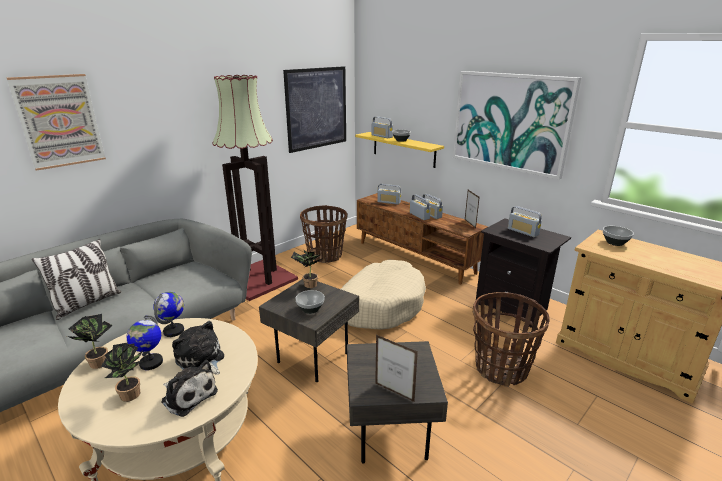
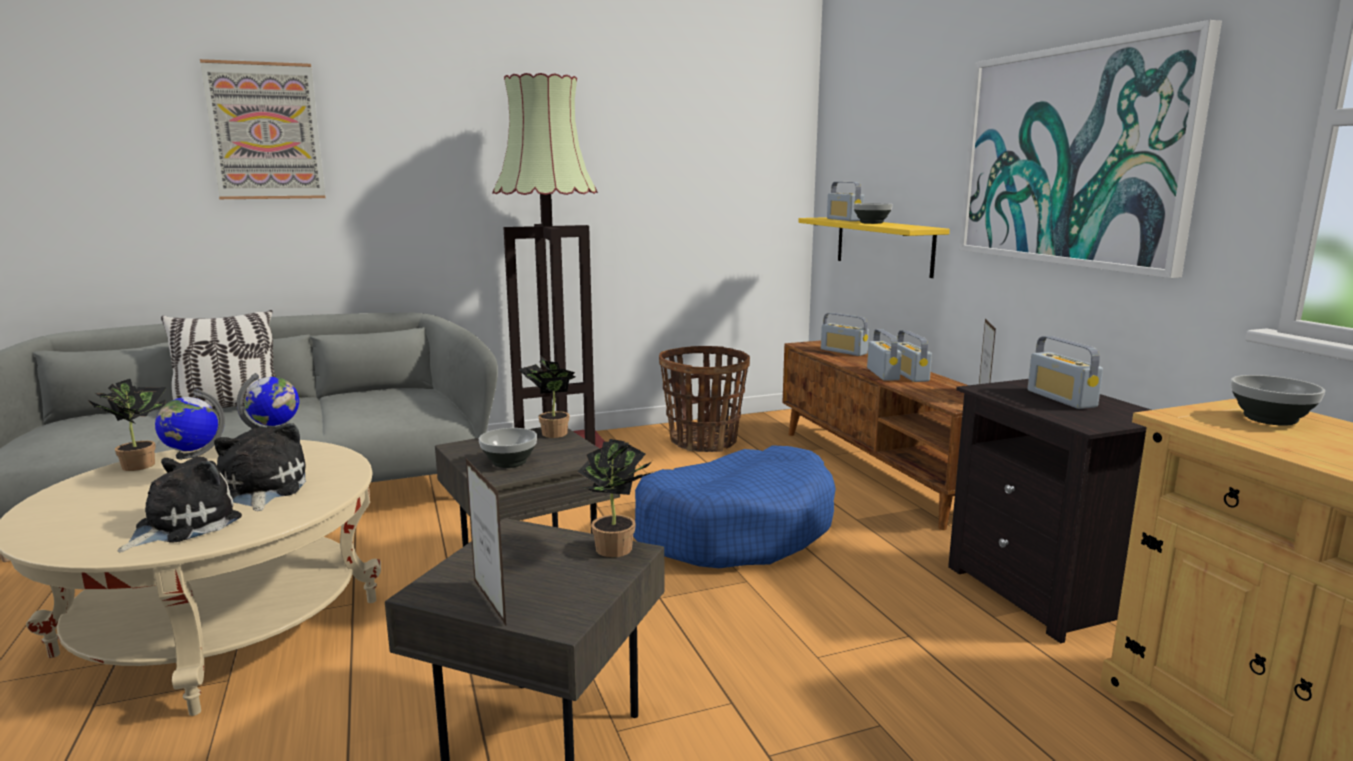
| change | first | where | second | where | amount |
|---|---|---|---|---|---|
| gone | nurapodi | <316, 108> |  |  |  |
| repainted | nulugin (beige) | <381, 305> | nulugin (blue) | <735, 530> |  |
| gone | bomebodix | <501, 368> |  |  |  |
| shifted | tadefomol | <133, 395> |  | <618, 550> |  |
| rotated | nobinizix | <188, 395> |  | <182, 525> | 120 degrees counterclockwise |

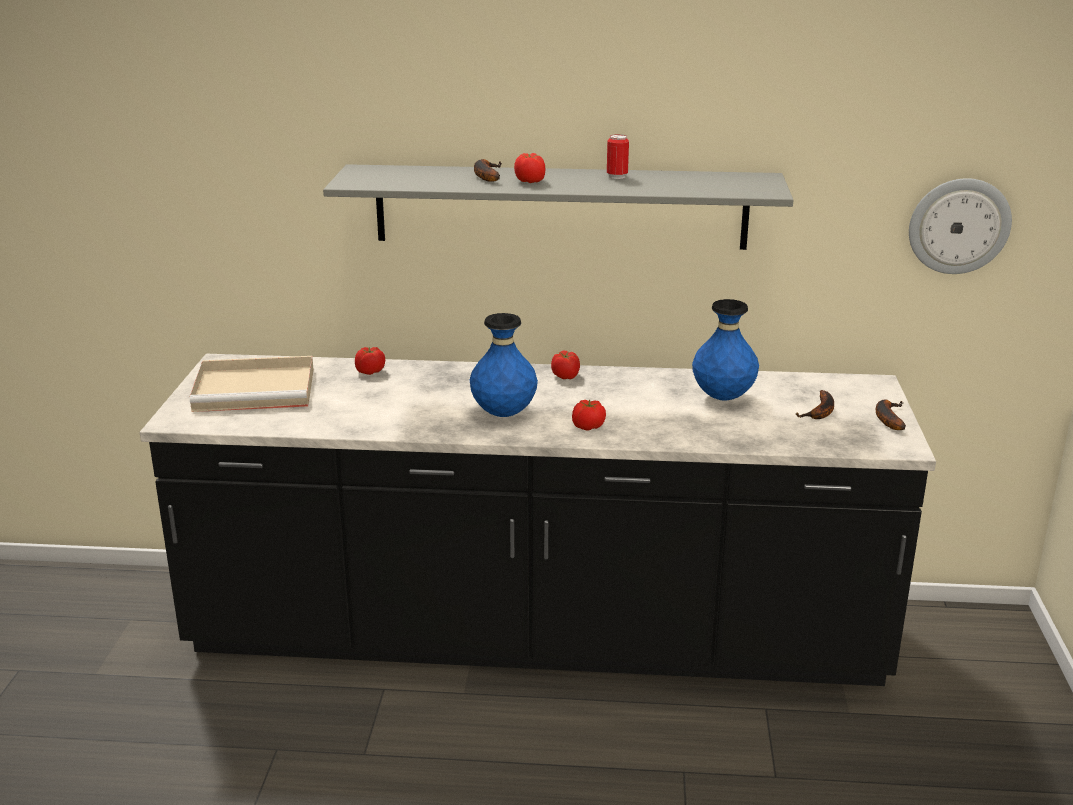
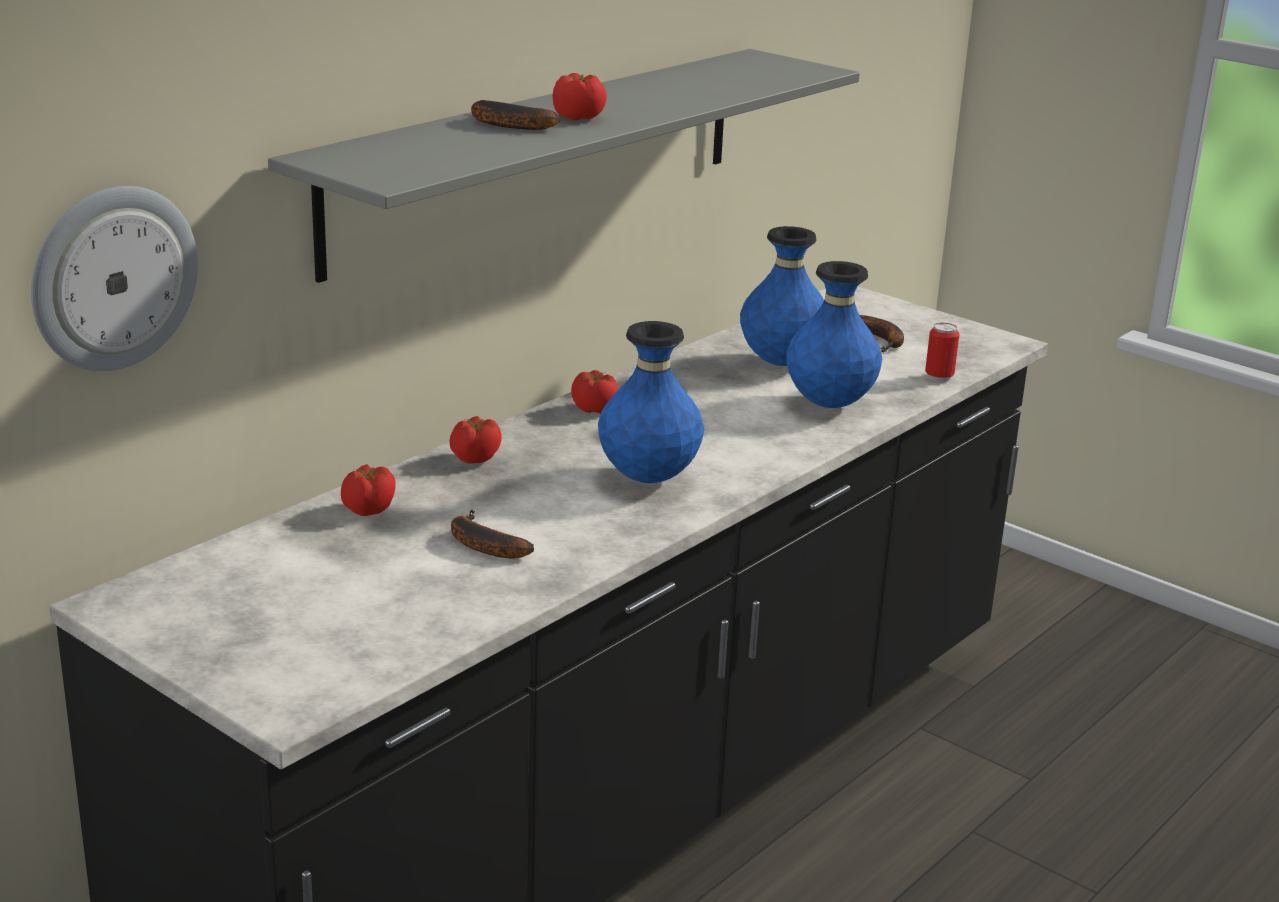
| change | first | where | second | where | amount |
|---|---|---|---|---|---|
| shifted | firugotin | <617, 176> |  | <939, 378> |  |
| shifted | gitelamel | <959, 226> |  | <113, 277> |  |
| gone | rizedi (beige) | <257, 389> |  |  |  |
| shifted | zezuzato | <588, 427> |  | <475, 458> |  |
| shifted | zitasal | <887, 418> |  | <481, 544> |  |
| new |  |  | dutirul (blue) | <829, 404> |  |

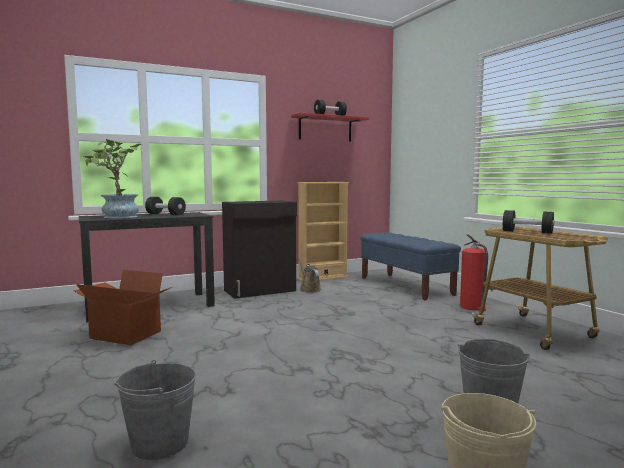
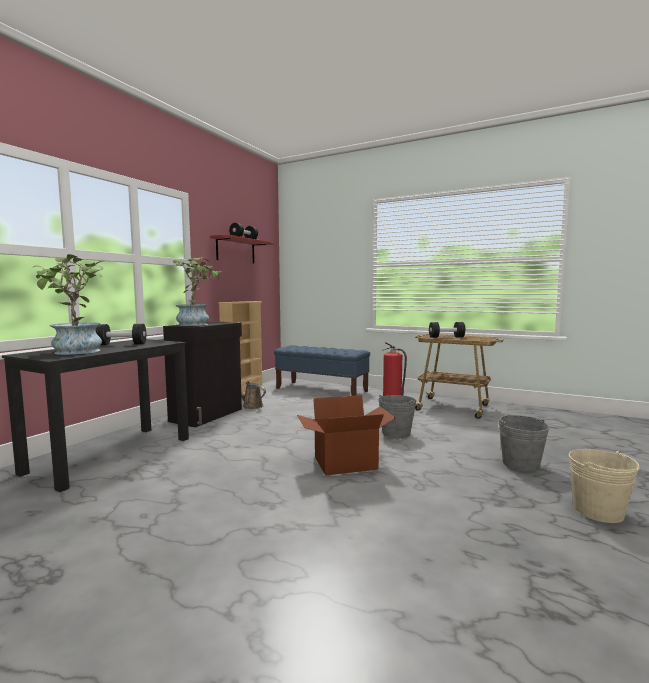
| change | first | where | second | where | amount |
|---|---|---|---|---|---|
| shifted | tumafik | <124, 335> |  | <345, 463> |  |
| shifted | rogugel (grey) | <159, 443> |  | <396, 433> |  |
| new |  |  | tadefomol | <197, 324> |  |

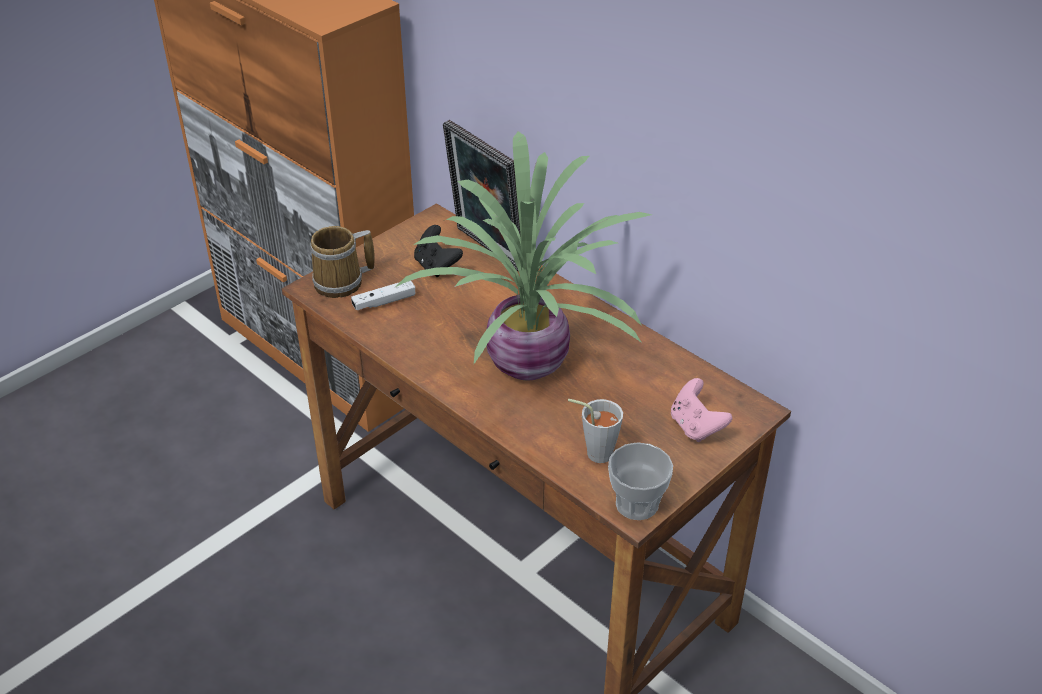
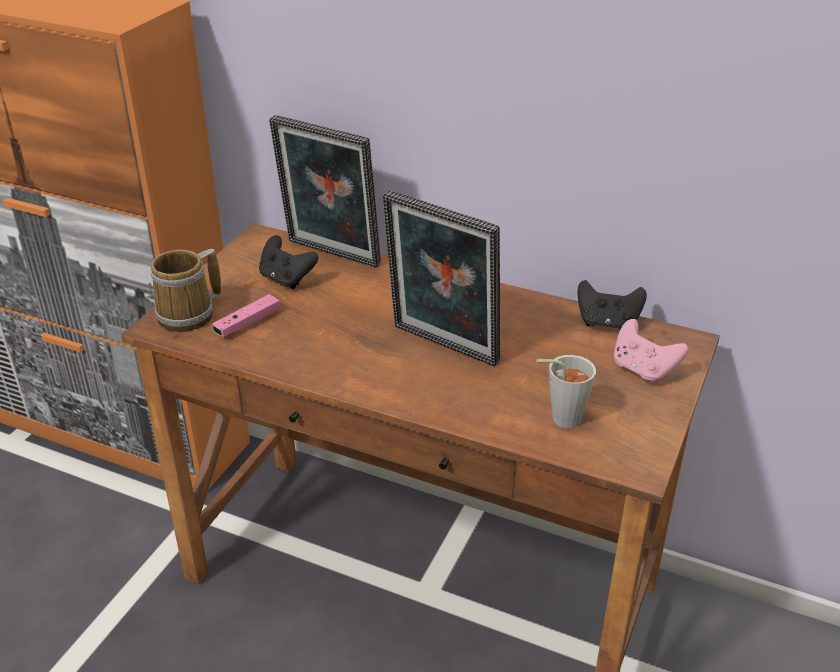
| change | first | where | second | where | amount |
|---|---|---|---|---|---|
| swapped | tadefomol | <532, 362> | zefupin | <441, 347> |  |
| repainted | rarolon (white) | <384, 302> | rarolon (pink) | <247, 323> |  |
| gone | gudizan | <637, 504> |  |  |  |
| new |  |  | rarolon (black) | <607, 323> |  |

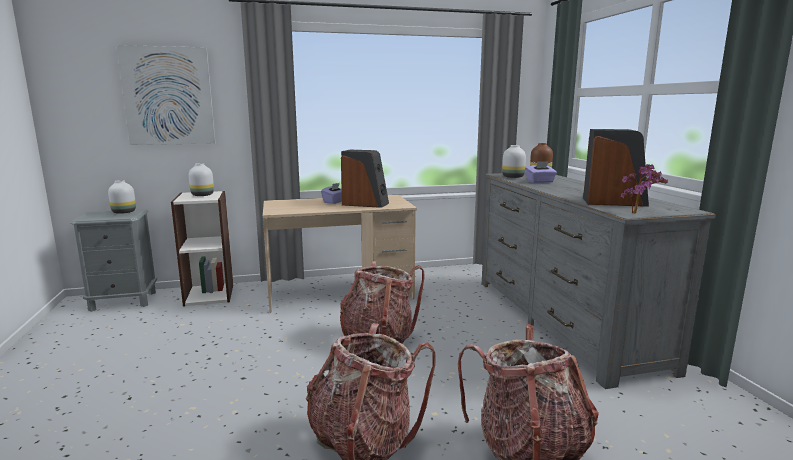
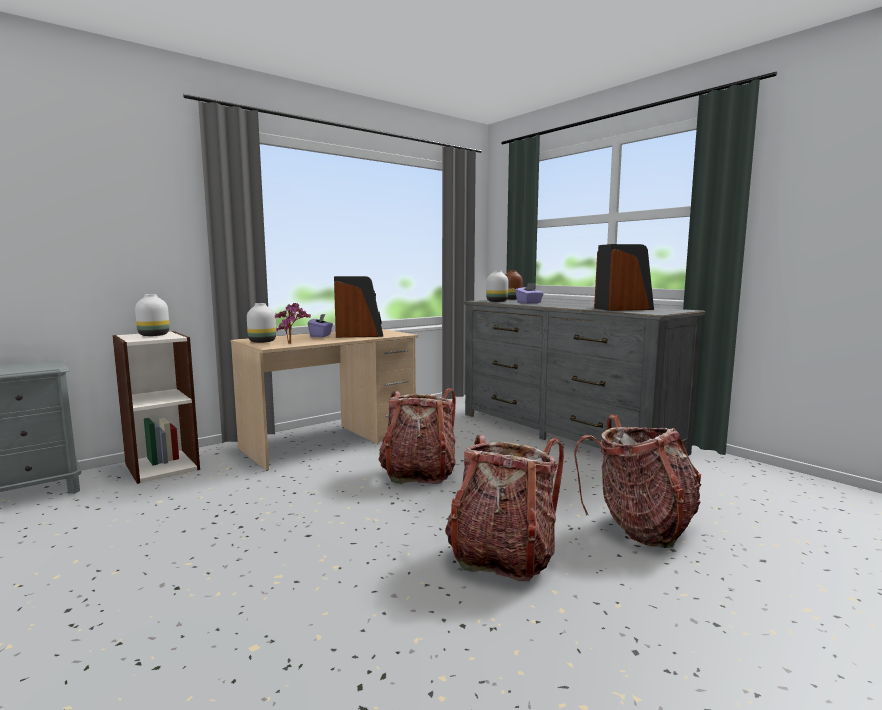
| change | first | where | second | where | amount |
|---|---|---|---|---|---|
| gone | nurapodi | <168, 96> |  |  |  |
| shifted | tadefomol | <638, 214> |  | <292, 344> |  |
| shifted | dutirul (white) | <124, 212> |  | <262, 341> |  |

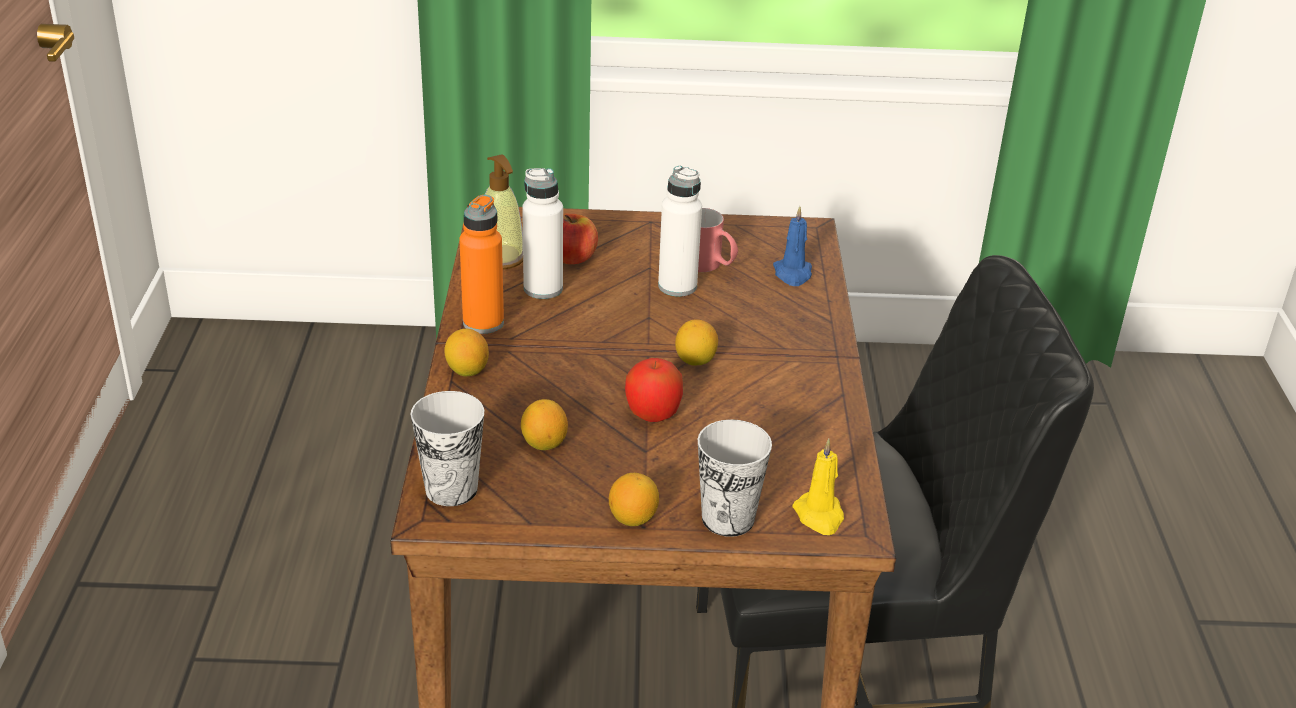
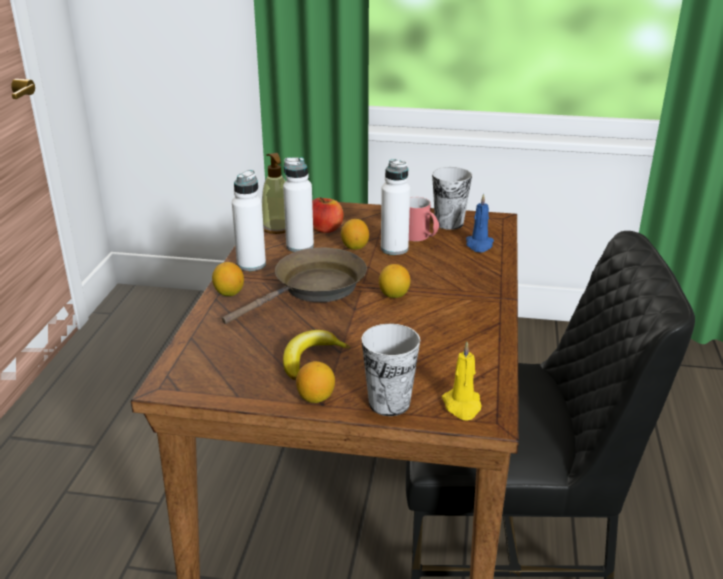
| change | first | where | second | where | amount |
|---|---|---|---|---|---|
| repainted | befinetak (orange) | <483, 323> | befinetak (white) | <251, 264> |  |
| gone | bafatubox | <653, 414> |  |  |  |
| shifted | gudizan | <451, 489> |  | <449, 223> |  |
| shifted | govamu | <544, 443> |  | <354, 247> |  |
| new |  |  | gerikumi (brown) | <314, 289> |  |
| new |  |  | zitasal | <310, 359> |  |

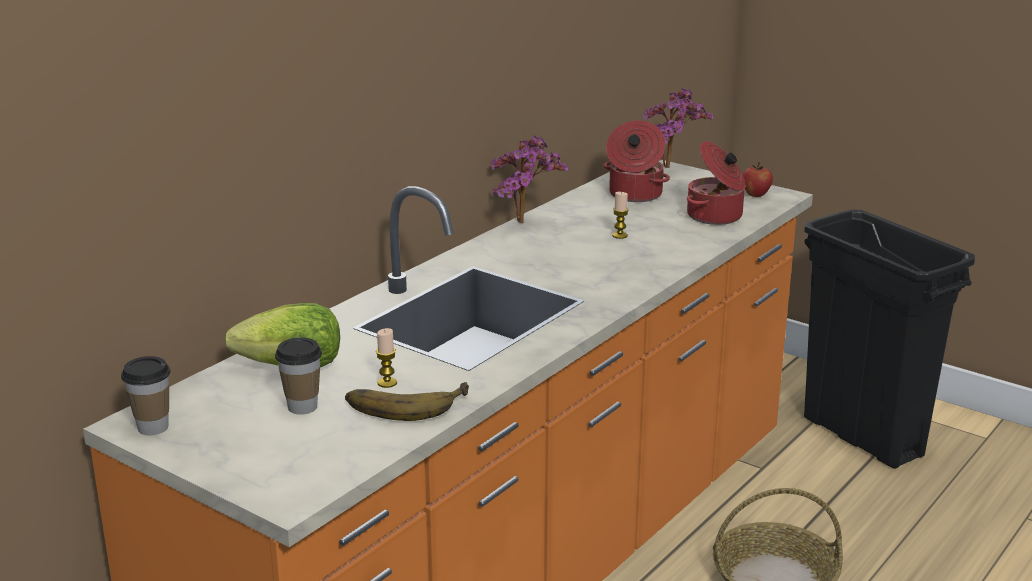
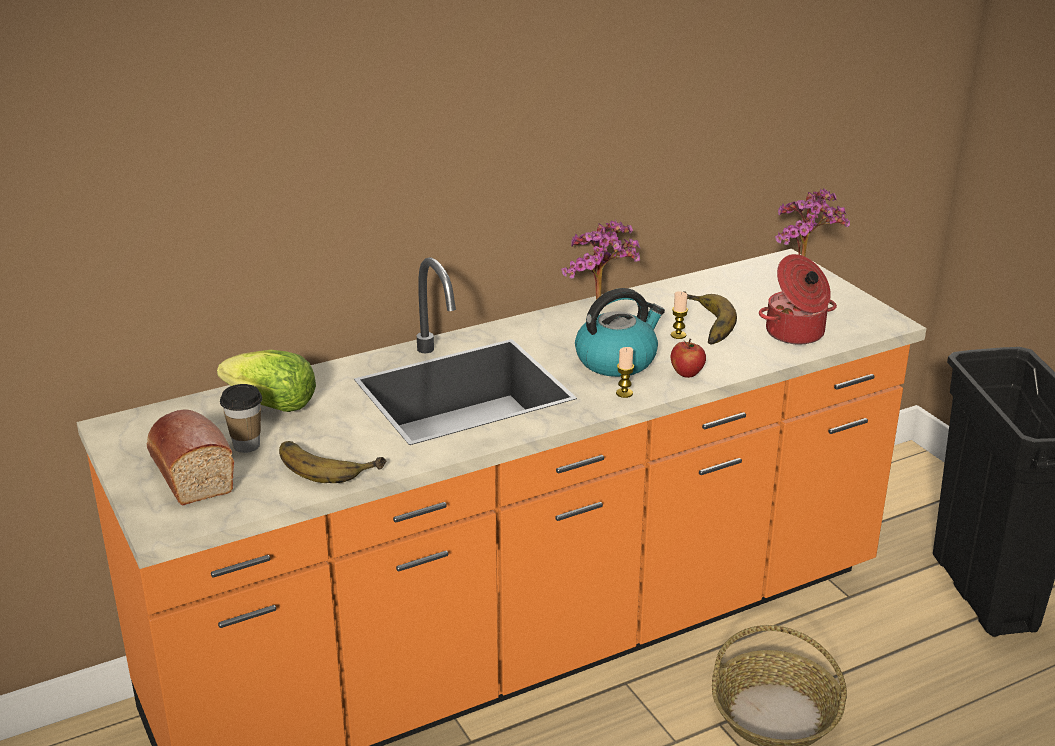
| change | first | where | second | where | amount |
|---|---|---|---|---|---|
| gone | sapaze | <634, 194> |  |  |  |
| shifted | bafatubox | <755, 194> |  | <687, 374> |  |
| shifted | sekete | <387, 383> |  | <624, 393> |  |
| gone | gudizan | <153, 427> |  |  |  |
| new |  |  | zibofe | <617, 360> |  |
| new |  |  | zitasal | <701, 324> |  |
| new |  |  | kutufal | <189, 471> |  |

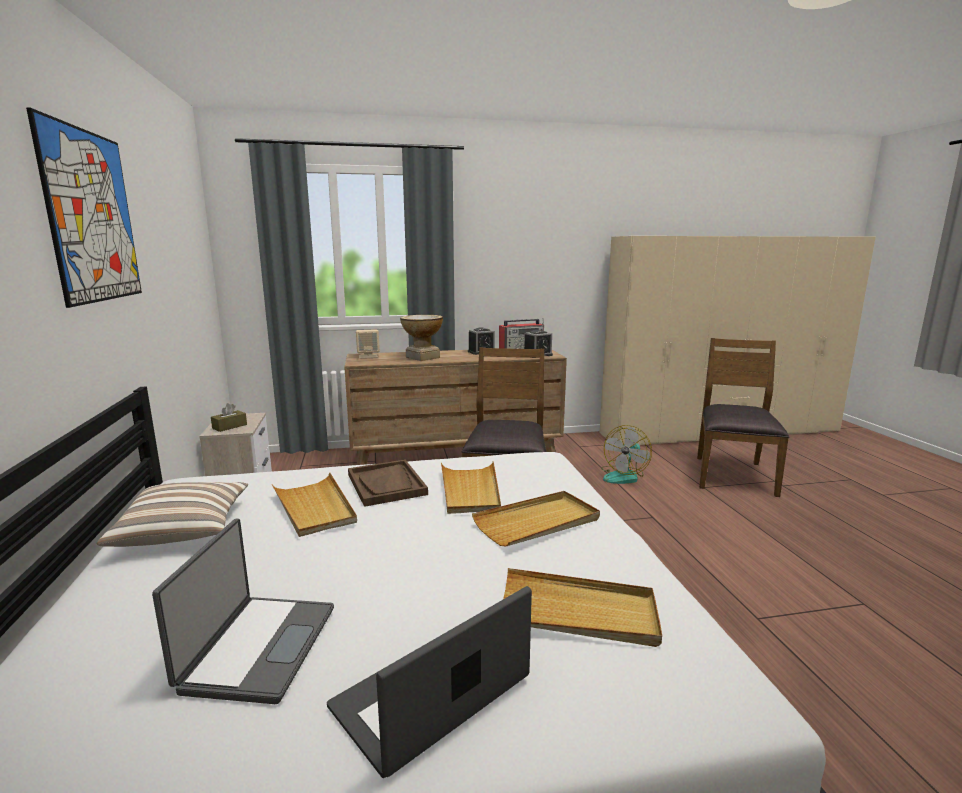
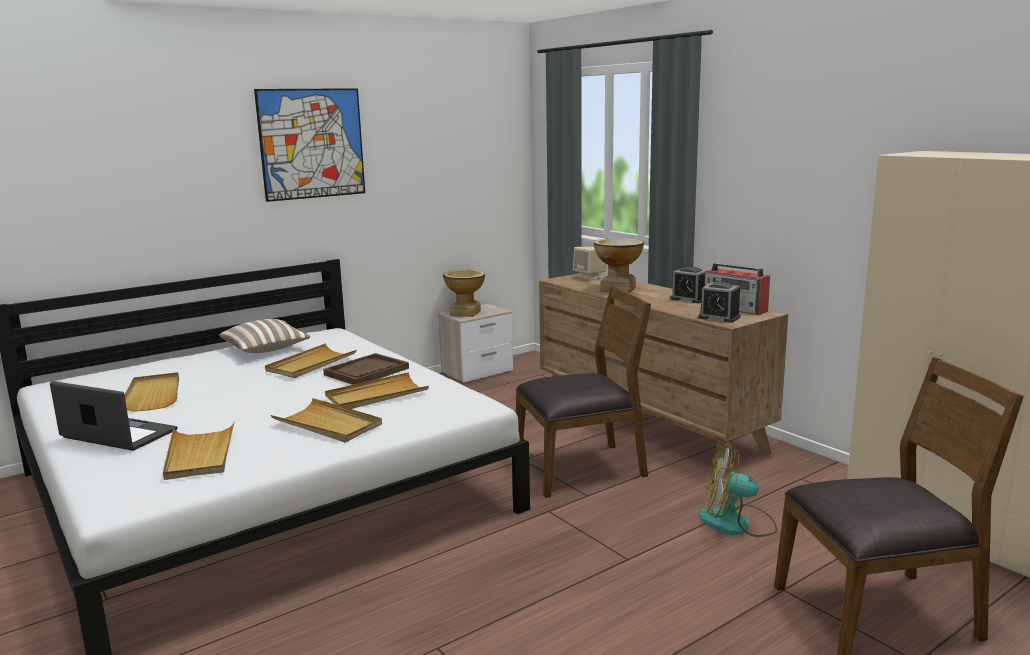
| change | first | where | second | where | amount |
|---|---|---|---|---|---|
| swapped | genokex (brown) | <229, 426> | dutirul | <465, 313> |  |
| swapped | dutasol | <258, 648> | rizedi (beige) | <153, 395> |  |

